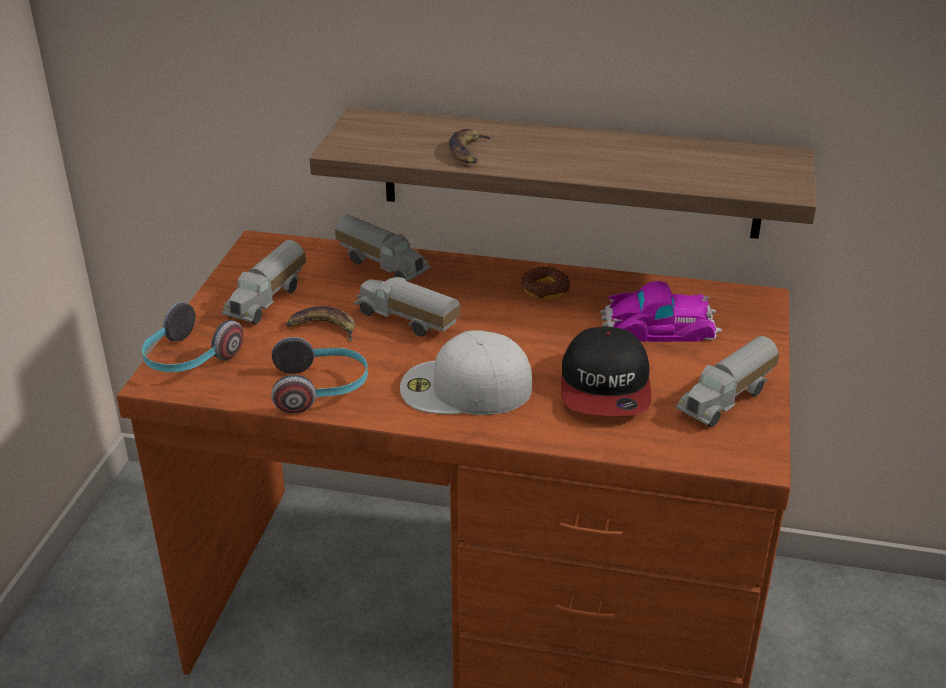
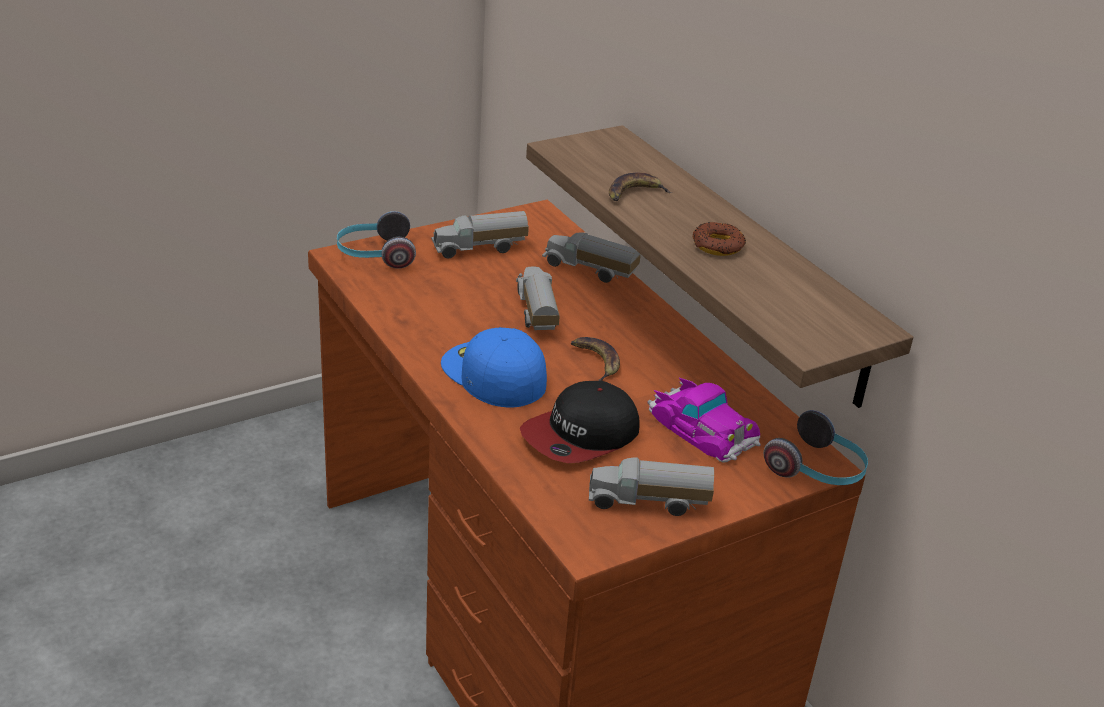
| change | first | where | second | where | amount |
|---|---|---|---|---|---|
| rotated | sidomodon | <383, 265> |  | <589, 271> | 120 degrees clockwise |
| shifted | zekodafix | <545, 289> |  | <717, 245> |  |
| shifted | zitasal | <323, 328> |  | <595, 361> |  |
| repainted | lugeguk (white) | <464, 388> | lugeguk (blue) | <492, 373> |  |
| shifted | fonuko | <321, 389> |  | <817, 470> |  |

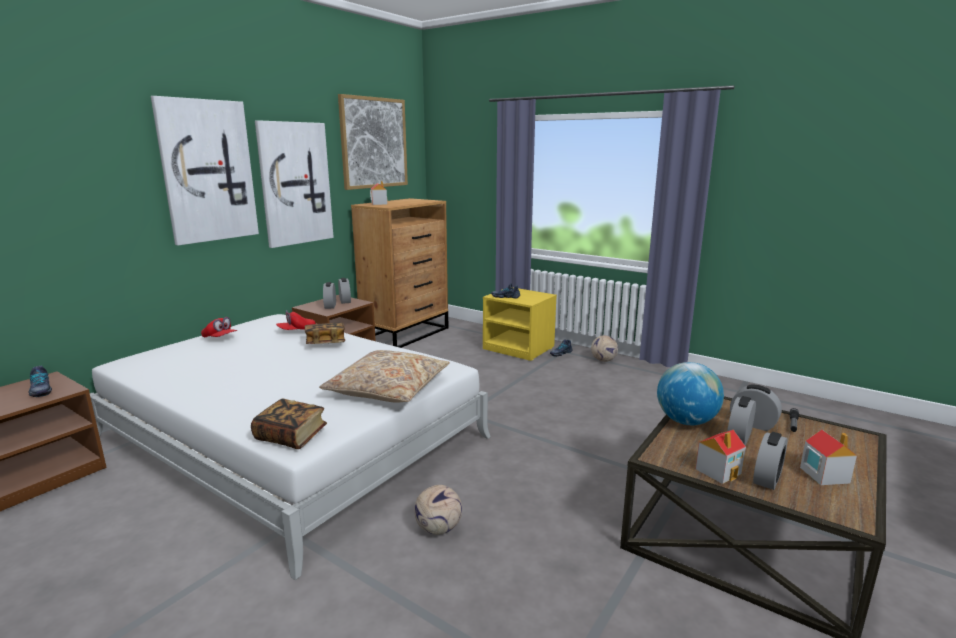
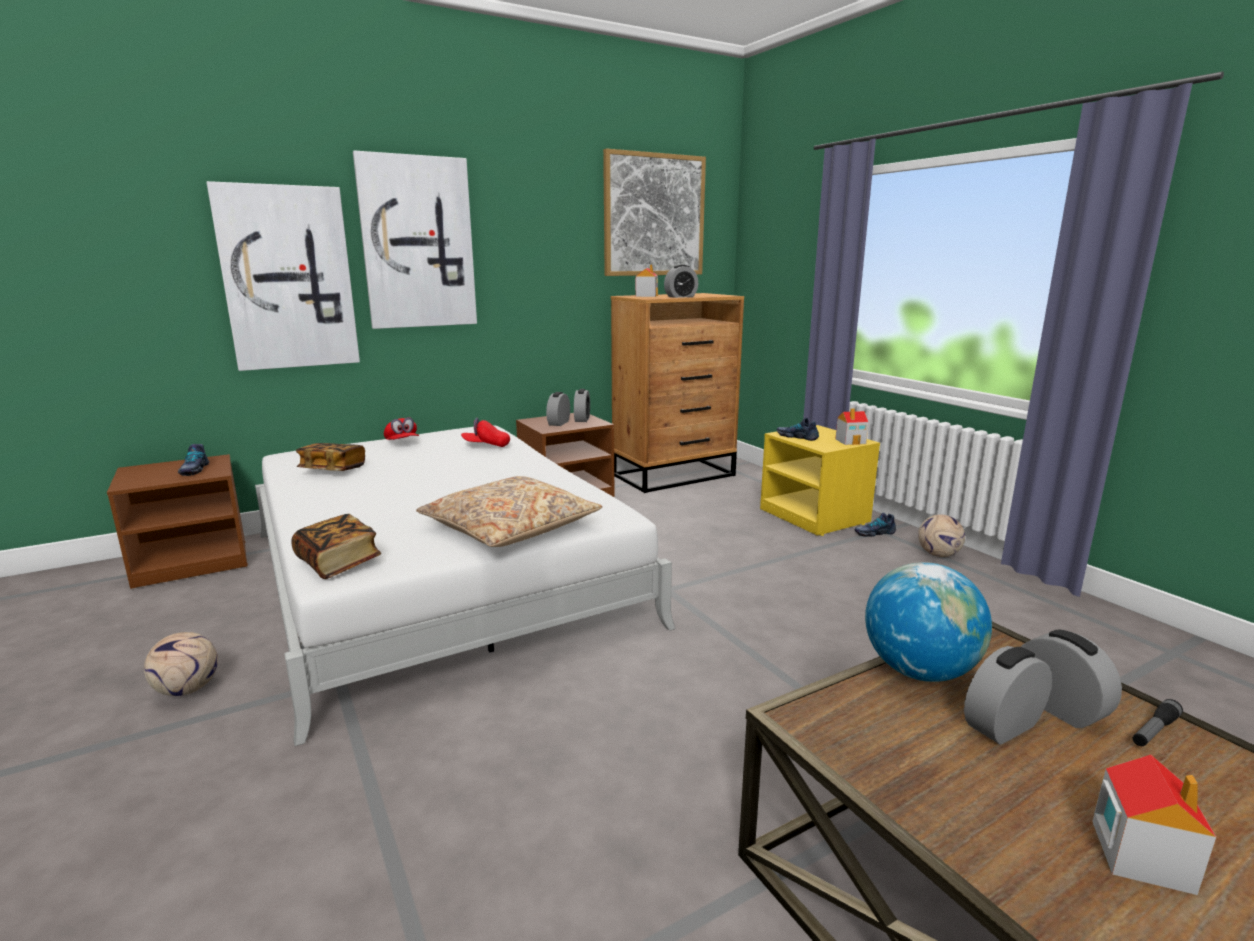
| change | first | where | second | where | amount |
|---|---|---|---|---|---|
| shifted | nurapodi | <295, 183> |  | <288, 278> |  |
| shifted | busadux | <325, 343> |  | <333, 469> |  |
| shifted | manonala | <718, 471> |  | <851, 441> |  |
| shifted | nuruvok | <767, 479> |  | <680, 297> |  |
| shifted | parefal | <438, 529> |  | <186, 689> |  |

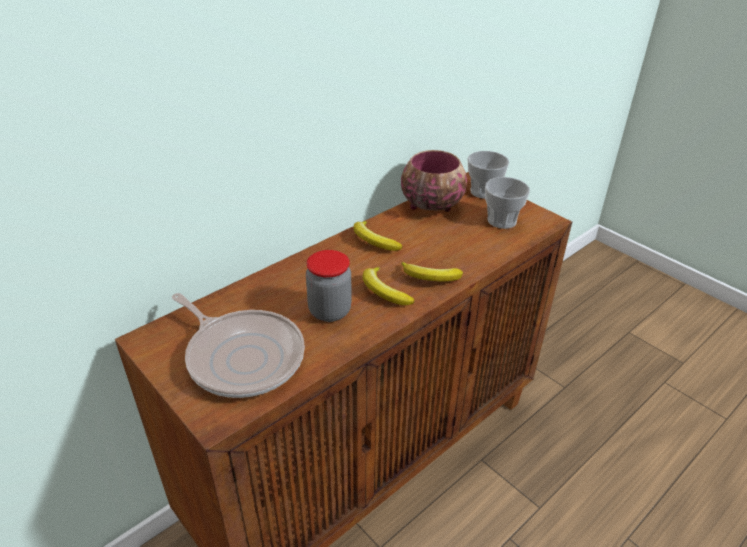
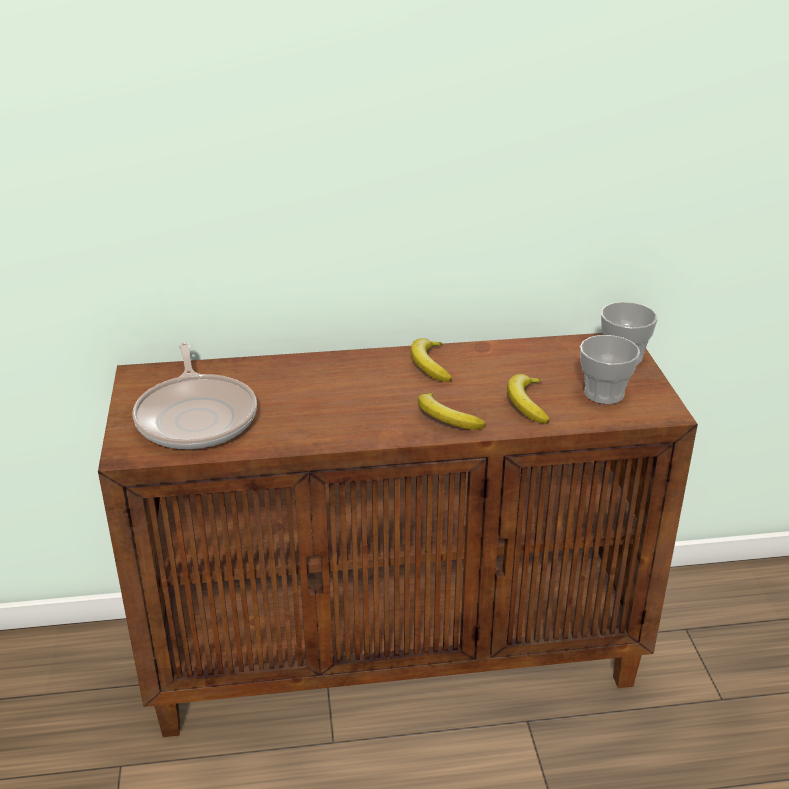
| change | first | where | second | where | amount |
|---|---|---|---|---|---|
| gone | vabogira | <430, 205> |  |  |  |
| gone | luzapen | <329, 311> |  |  |  |
| shifted | zitasal | <384, 292> |  | <527, 403> |  |

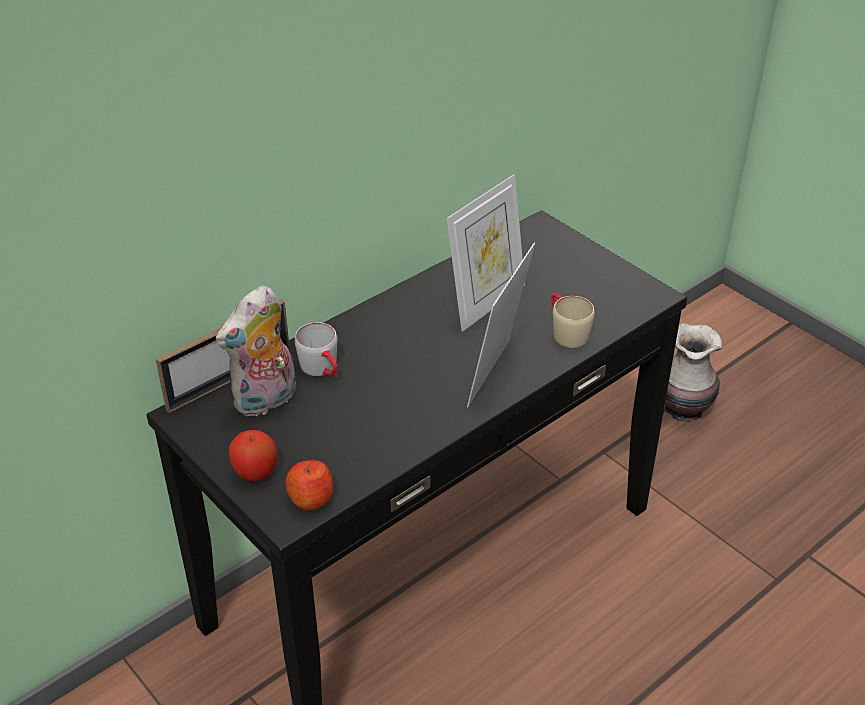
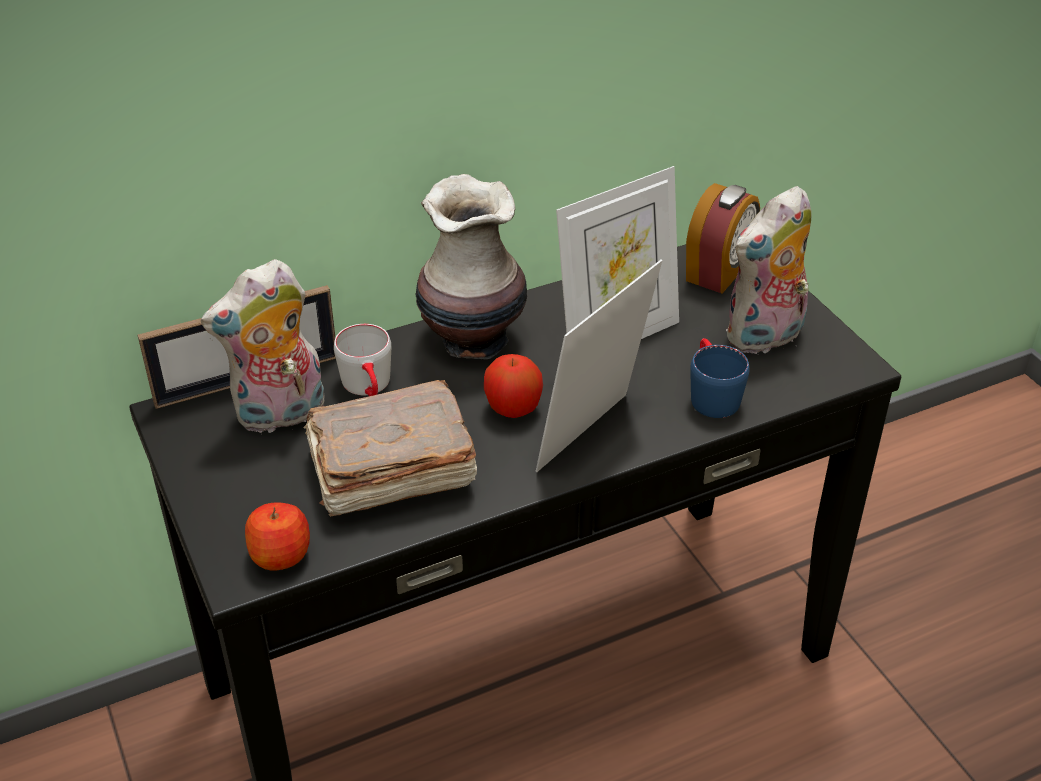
| change | first | where | second | where | amount |
|---|---|---|---|---|---|
| repainted | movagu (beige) | <565, 332> | movagu (blue) | <710, 394> |  |
| shifted | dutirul | <683, 410> |  | <472, 340> |  |
| shifted | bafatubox | <255, 472> |  | <513, 408> |  |
| new |  |  | nuruvok | <719, 272> |  |
| new |  |  | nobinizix | <765, 338> |  |
| new |  |  | busadux (brown) | <389, 471> |  |

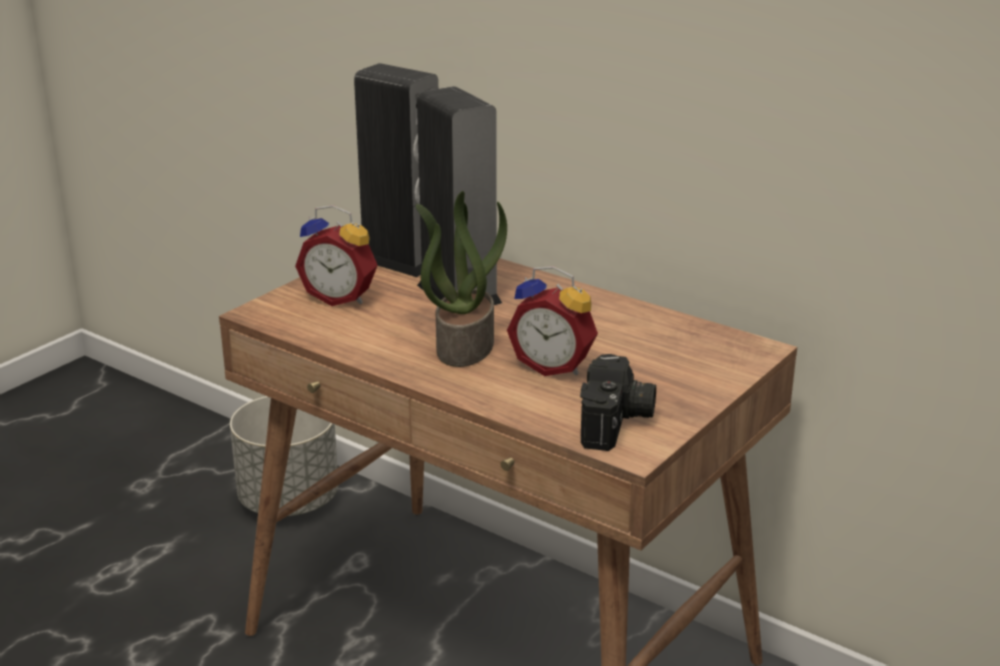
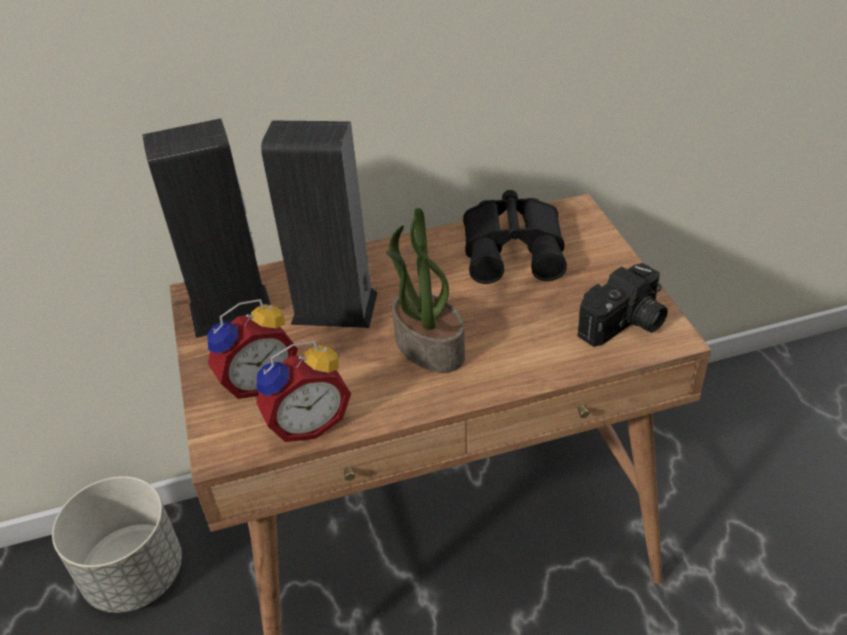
| change | first | where | second | where | amount |
|---|---|---|---|---|---|
| shifted | nuruvok | <554, 366> |  | <307, 422> |  |
| rotated | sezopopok | <617, 423> |  | <625, 325> | 90 degrees clockwise |
| new |  |  | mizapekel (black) | <515, 248> |  |

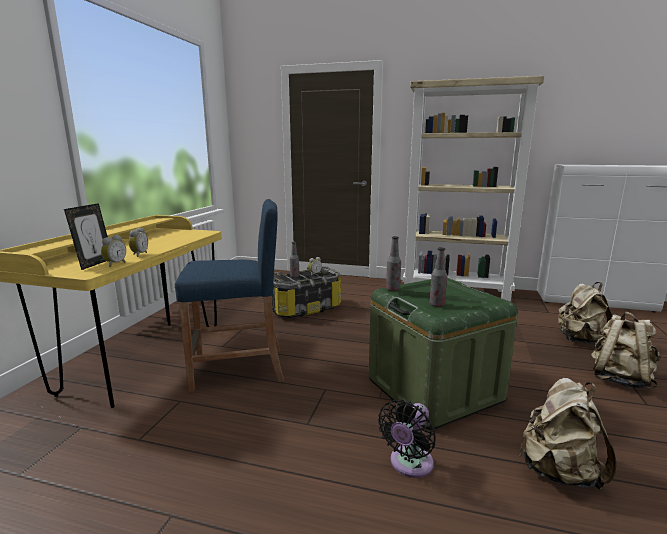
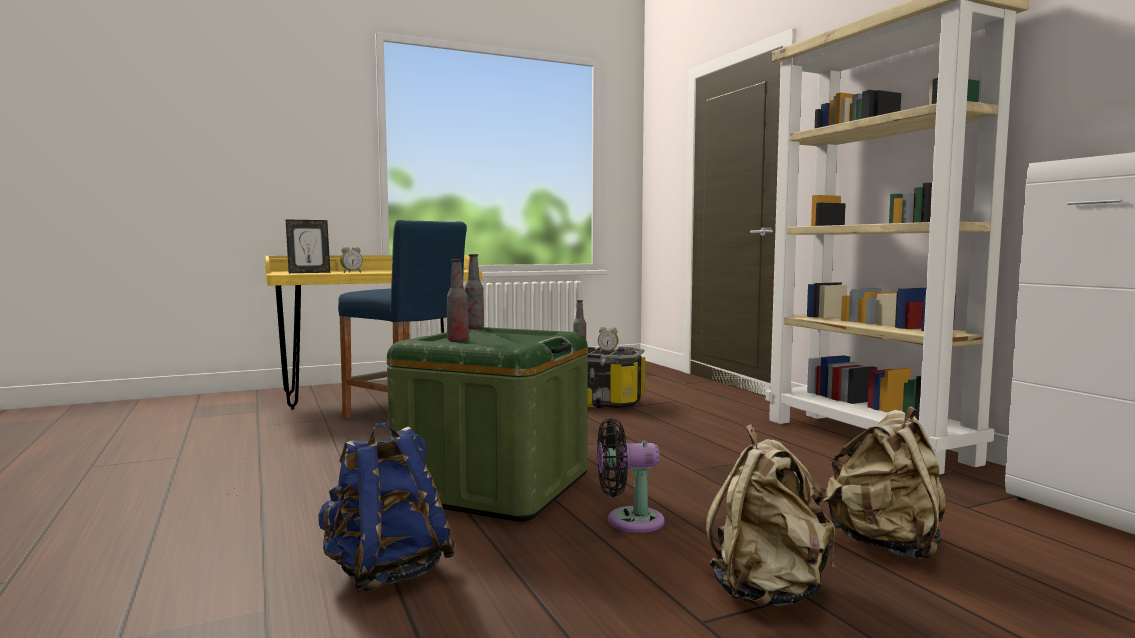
| change | first | where | second | where | amount |
|---|---|---|---|---|---|
| gone | nuruvok | <114, 264> |  |  |  |
| repainted | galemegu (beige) | <558, 471> | galemegu (blue) | <386, 573> |  |
| shifted | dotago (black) | <409, 464> |  | <628, 521> |  |

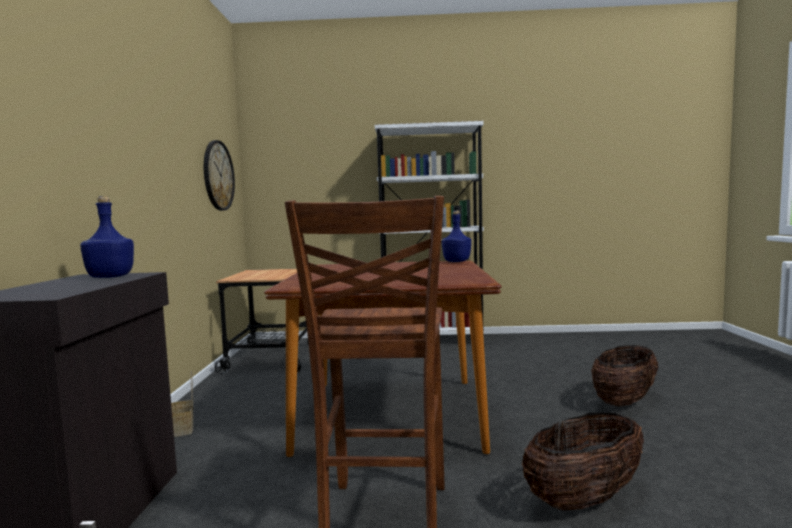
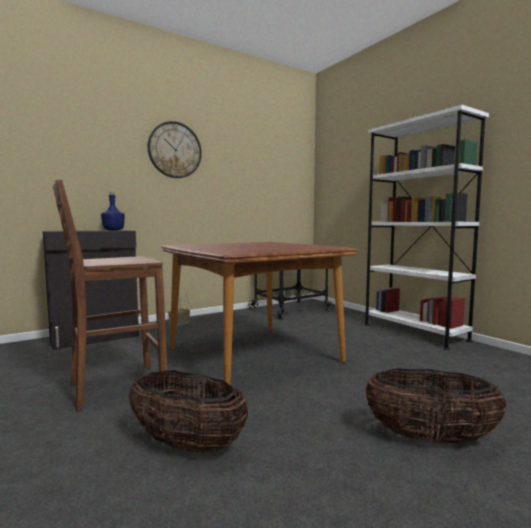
| change | first | where | second | where | amount |
|---|---|---|---|---|---|
| shifted | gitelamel | <218, 175> |  | <175, 150> |  |
| gone | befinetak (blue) | <456, 261> |  |  |  |

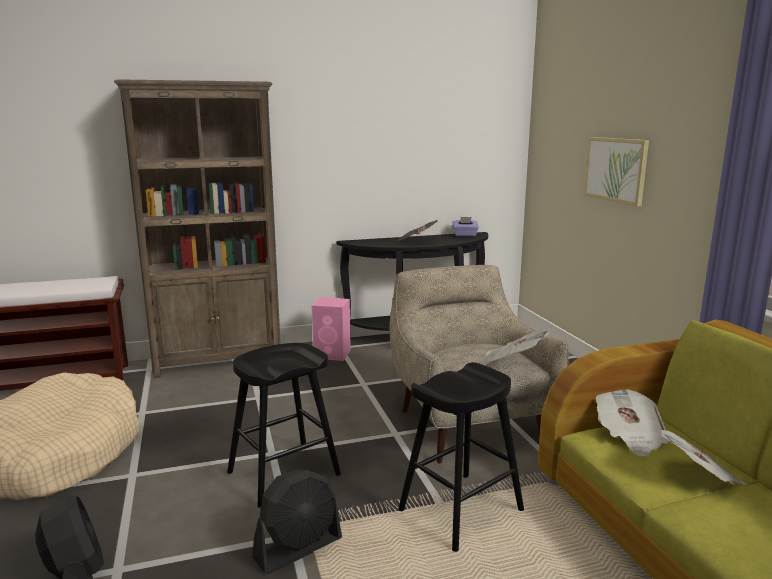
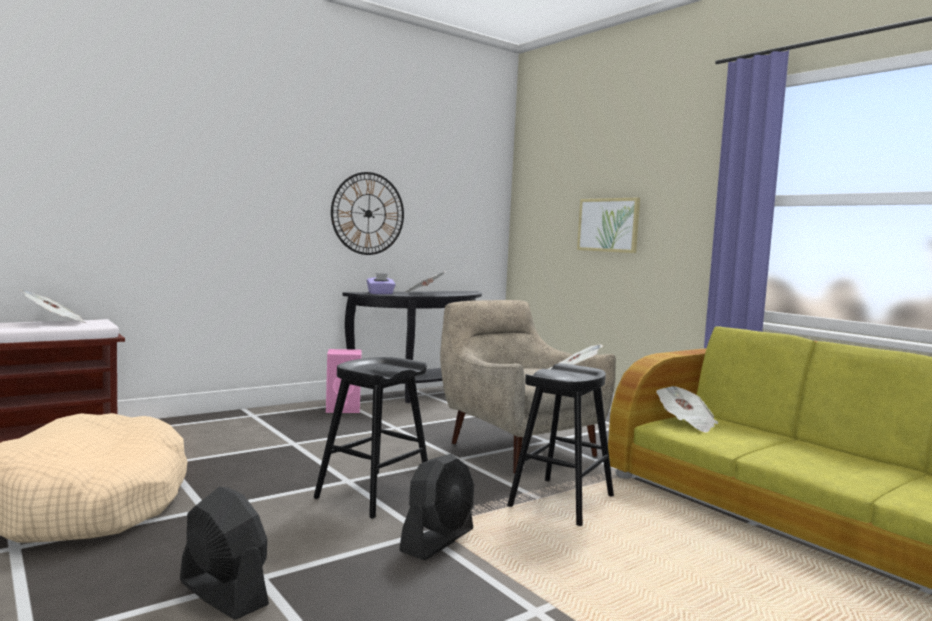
| change | first | where | second | where | amount |
|---|---|---|---|---|---|
| gone | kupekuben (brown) | <219, 361> |  |  |  |
| shifted | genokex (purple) | <465, 235> |  | <380, 293> |  |
| shifted | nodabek | <699, 477> |  | <55, 322> |  |
| new |  |  | gitelamel | <368, 213> |  |

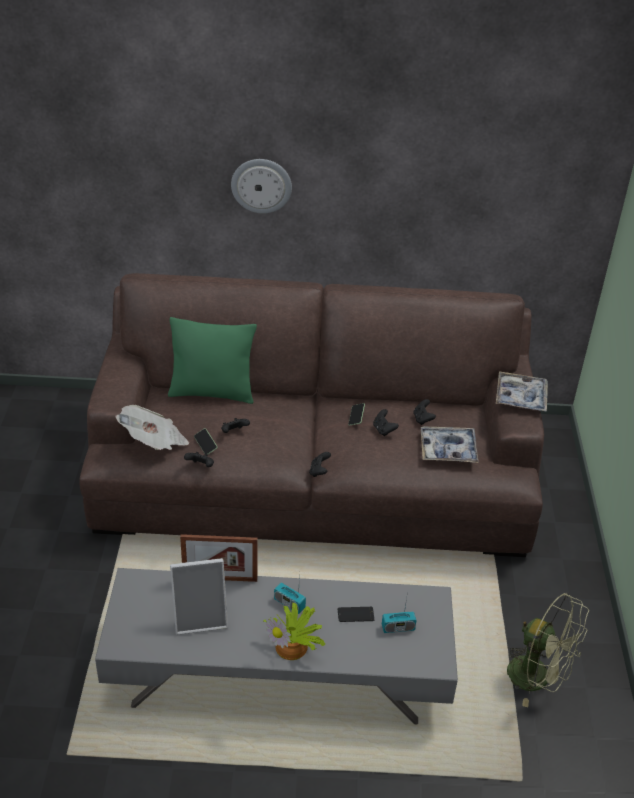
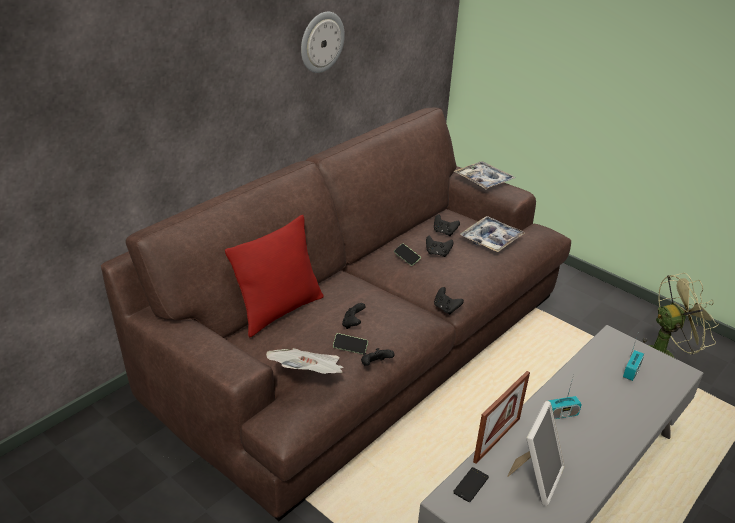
| change | first | where | second | where | amount |
|---|---|---|---|---|---|
| shifted | gitelamel | <261, 185> |  | <321, 42> |  |
| repainted | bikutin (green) | <212, 392> | bikutin (red) | <279, 310> |  |
| gone | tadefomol | <293, 646> |  |  |  |
| shifted | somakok | <355, 615> |  | <471, 485> |  |

